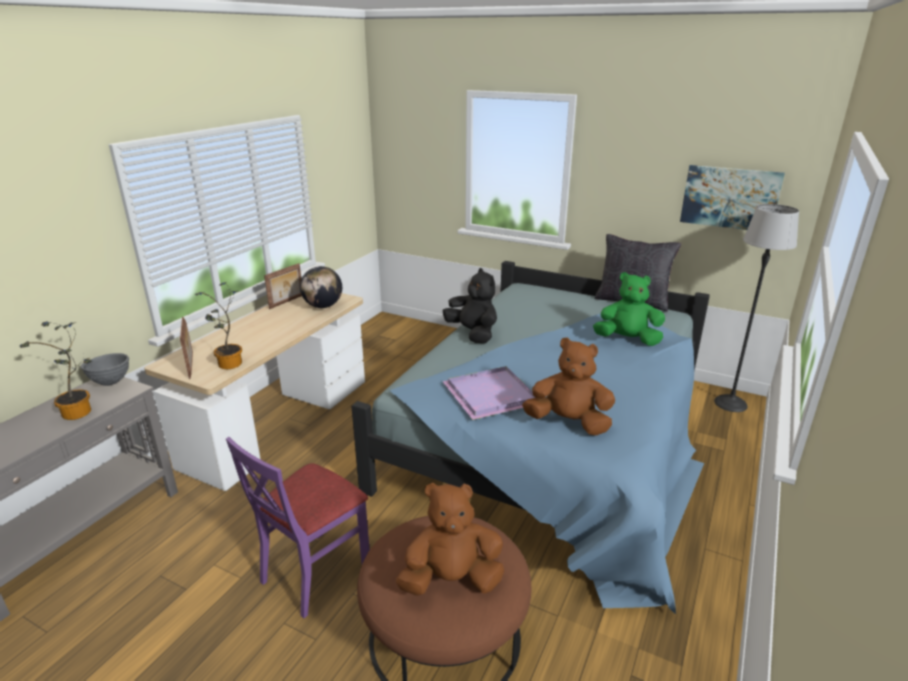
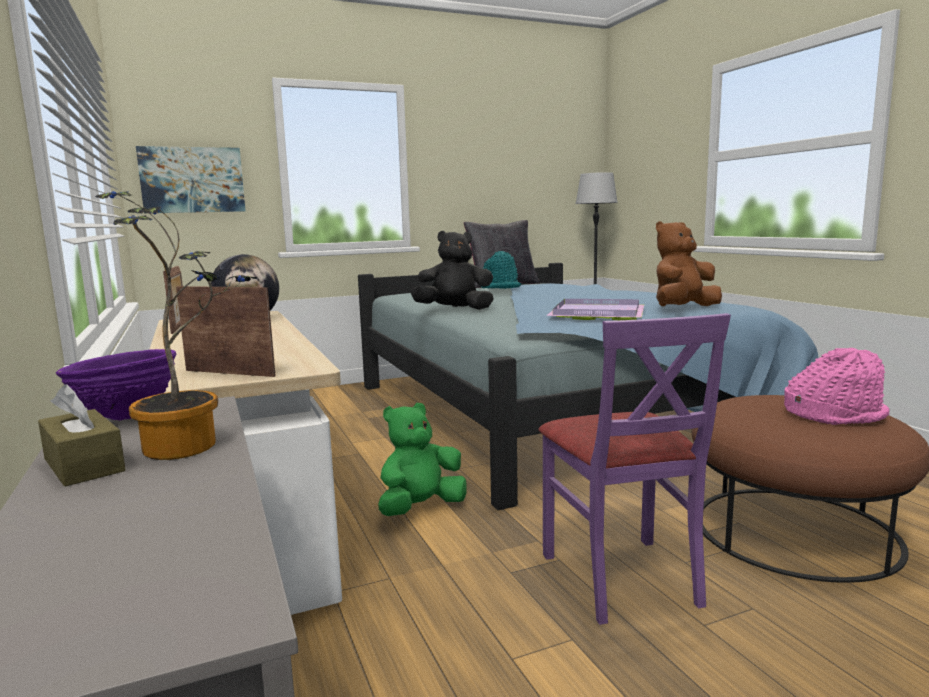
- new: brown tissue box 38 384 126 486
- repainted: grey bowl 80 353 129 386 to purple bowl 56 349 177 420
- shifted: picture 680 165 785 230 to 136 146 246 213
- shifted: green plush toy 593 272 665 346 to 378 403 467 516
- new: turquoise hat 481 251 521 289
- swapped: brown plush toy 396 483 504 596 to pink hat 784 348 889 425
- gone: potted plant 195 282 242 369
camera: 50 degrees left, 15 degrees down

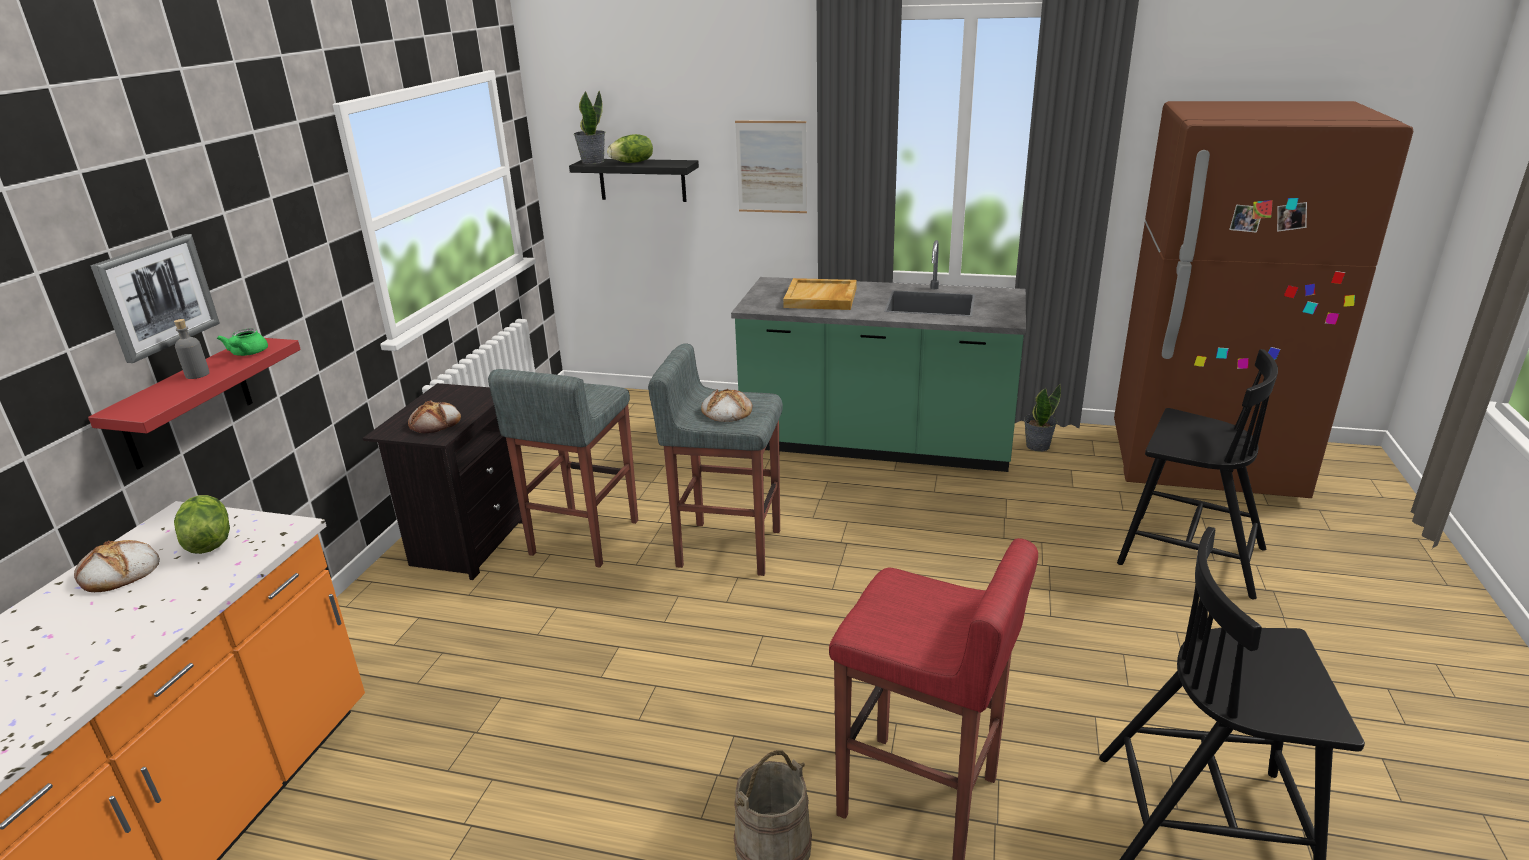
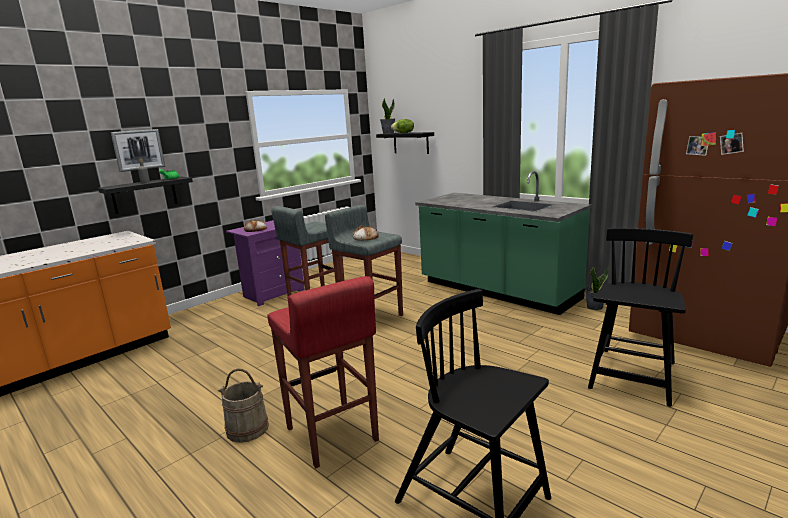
- repainted: red shelf 88 338 301 469 to black shelf 98 177 193 214
- repainted: black nightstand 363 383 523 580 to purple nightstand 226 220 305 306
- rotated: black chair 1117 349 1278 600 = 588 228 693 407 120 degrees counterclockwise
- gone: bread 74 540 160 592
- gone: lettuce 174 495 230 554
- gone: picture 735 121 807 213
- gone: beige tray 783 278 857 310
camera: 30 degrees right, 10 degrees down

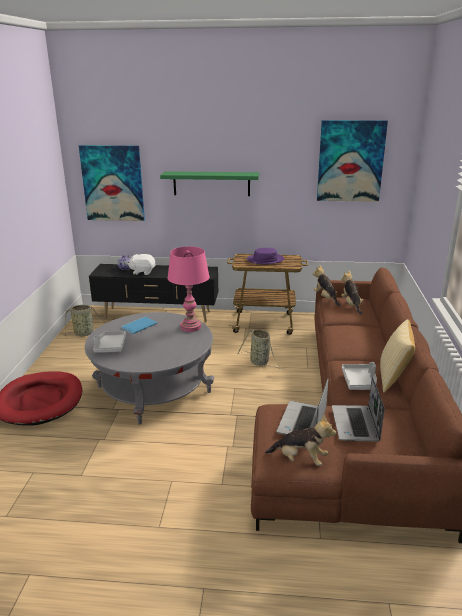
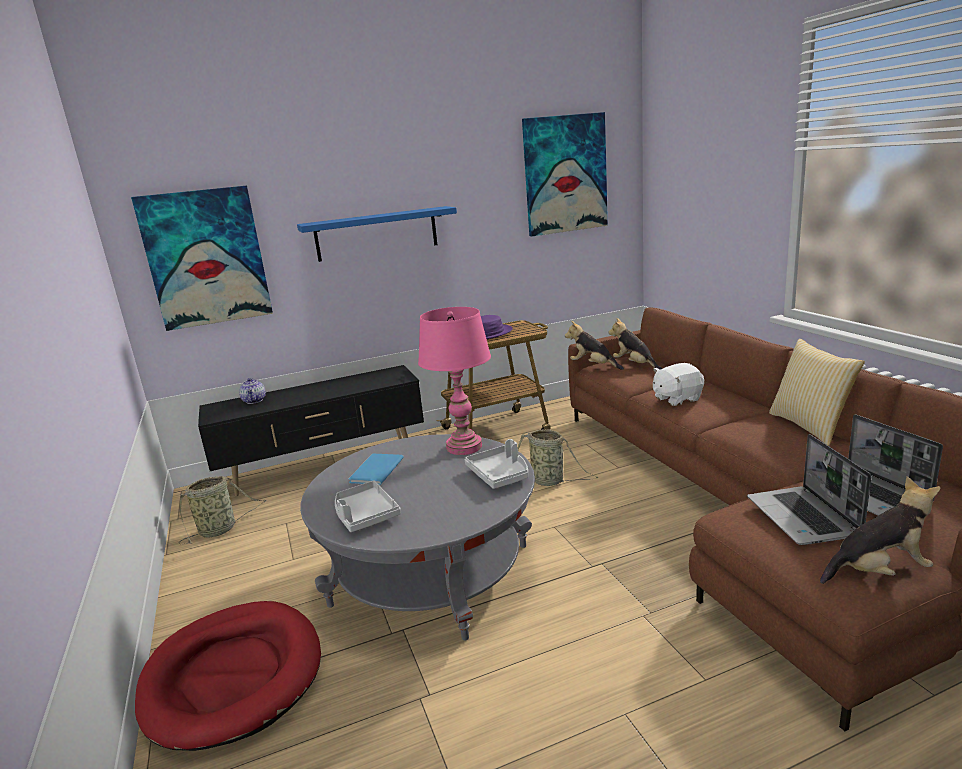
- repainted: green shelf 160 171 259 196 to blue shelf 297 206 457 262
- shifted: grey tray 342 362 377 390 to 465 439 529 489
- shifted: white plush toy 128 254 156 275 to 653 363 704 406
camera: 25 degrees left, 5 degrees down

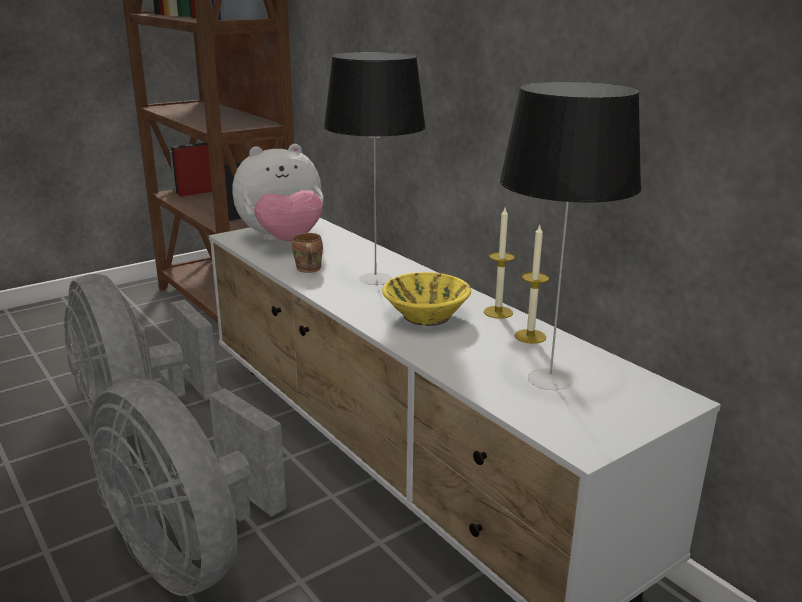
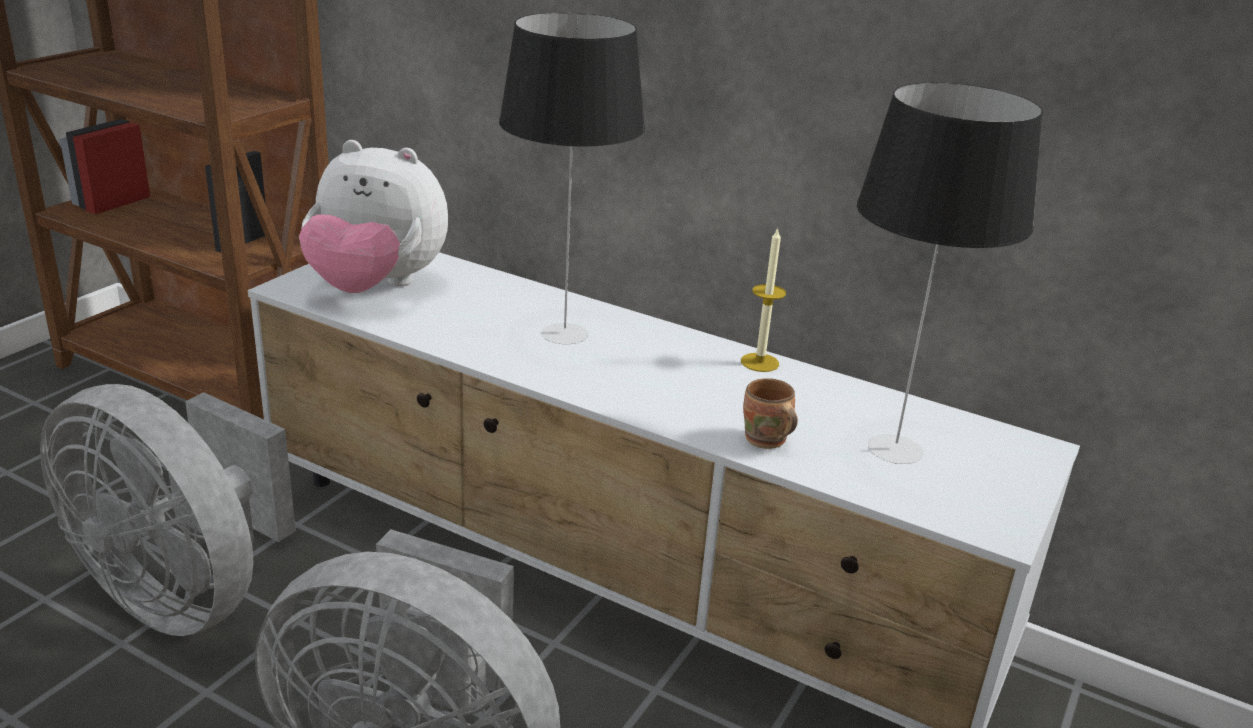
- rotated: plush toy 232 144 324 242 = 299 140 448 293 60 degrees clockwise
- shifted: brown mug 292 233 323 273 to 743 378 798 449
- gone: yellow bowl 382 272 471 326
- gone: candle 515 225 549 344
camera: 25 degrees left, 5 degrees up

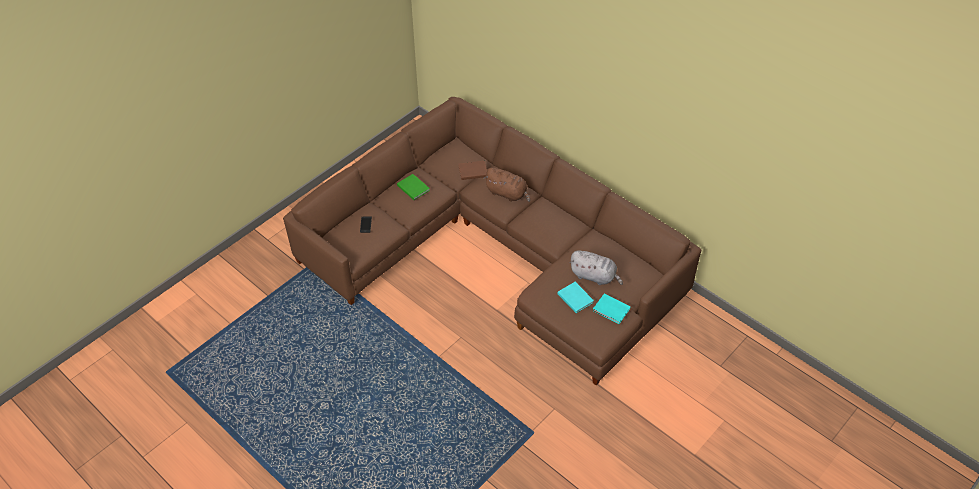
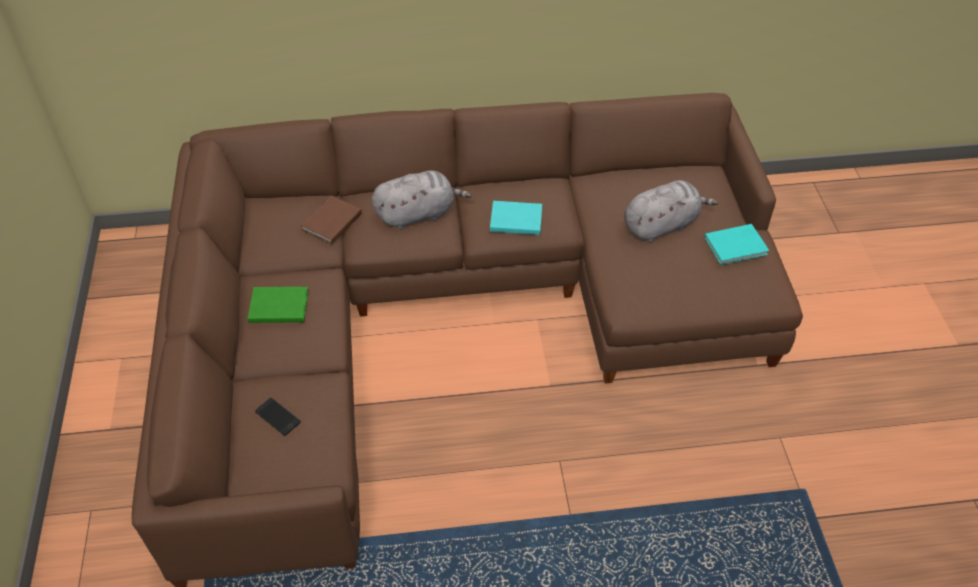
- repainted: brown plush toy 484 168 530 202 to grey plush toy 372 170 472 229
- shifted: turquoise book 557 282 594 313 to 490 201 542 235
camera: 50 degrees left, 0 degrees up

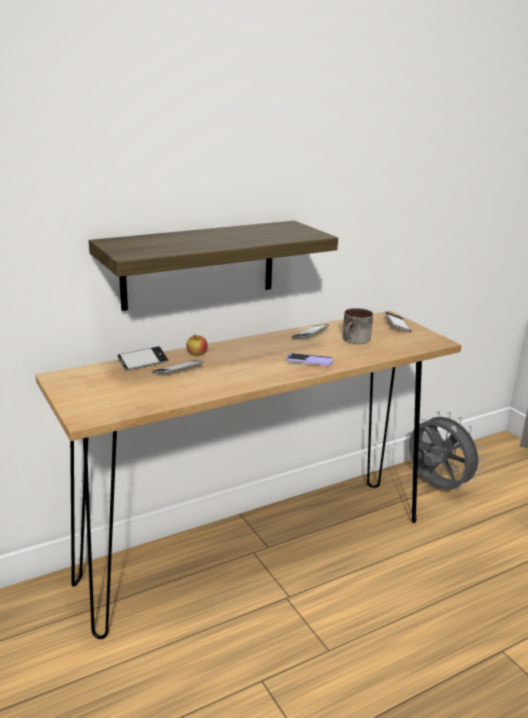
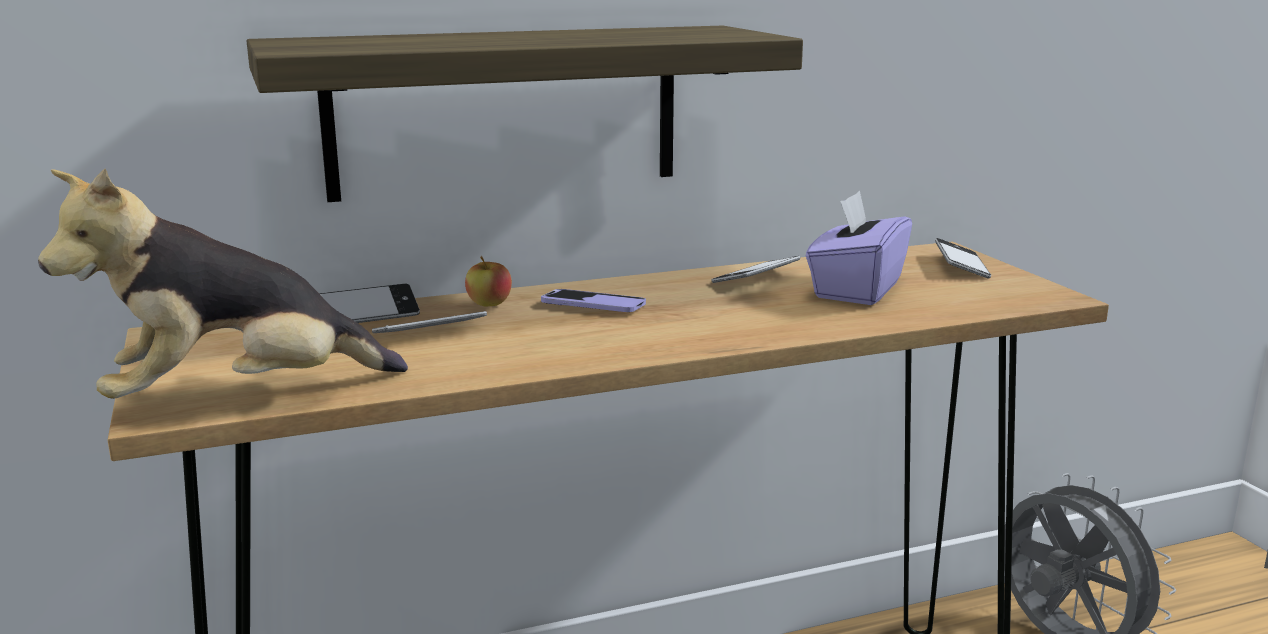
- new: plush toy 38 168 408 399
- shifted: phone 286 353 333 366 to 541 289 646 312
- swapped: mug 342 308 373 344 to purple tissue box 806 190 912 305
camera: 10 degrees right, 5 degrees down

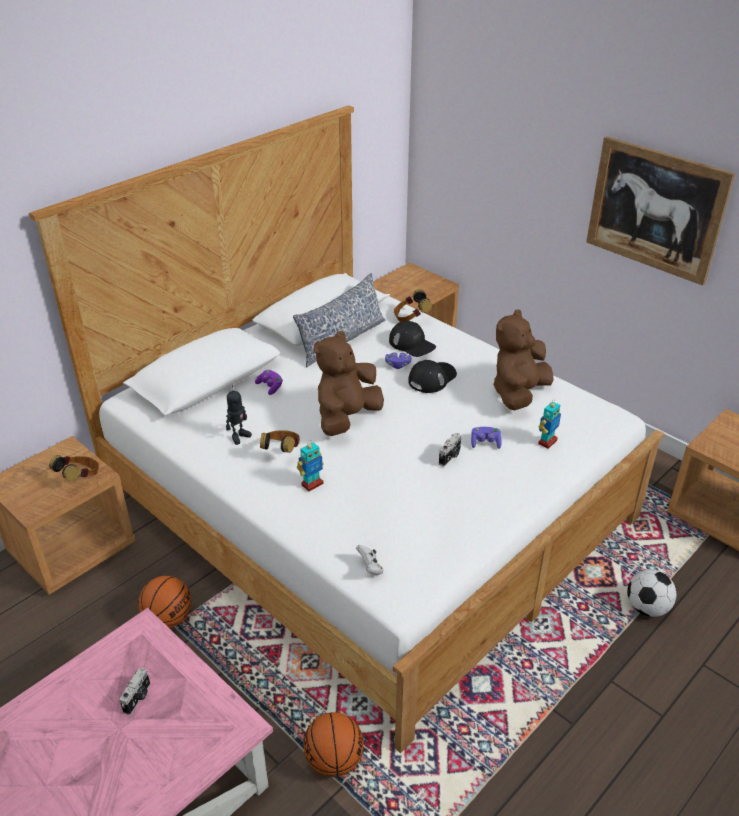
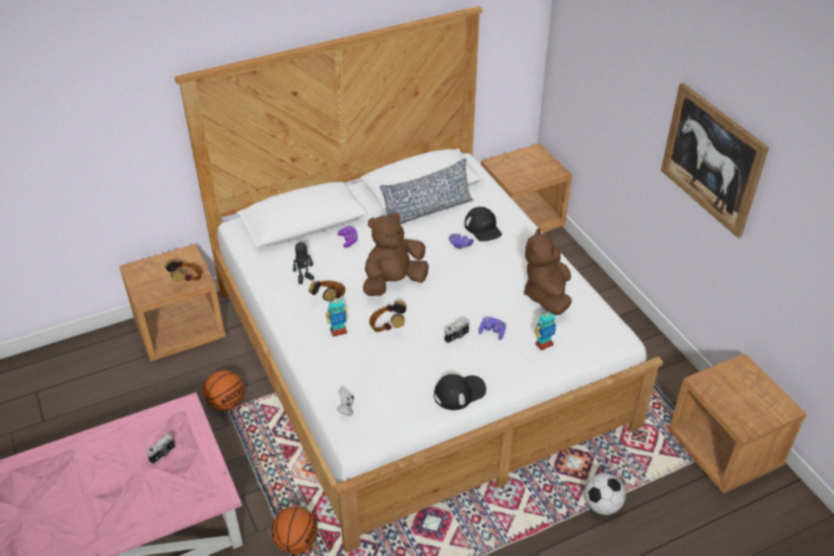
- shifted: headphones 394 289 432 322 to 369 301 407 332
- shifted: black cap 408 360 457 393 to 434 374 486 410
- rotated: brown plush toy 493 309 554 410 = 524 228 572 315 45 degrees counterclockwise
camera: 20 degrees right, 5 degrees up

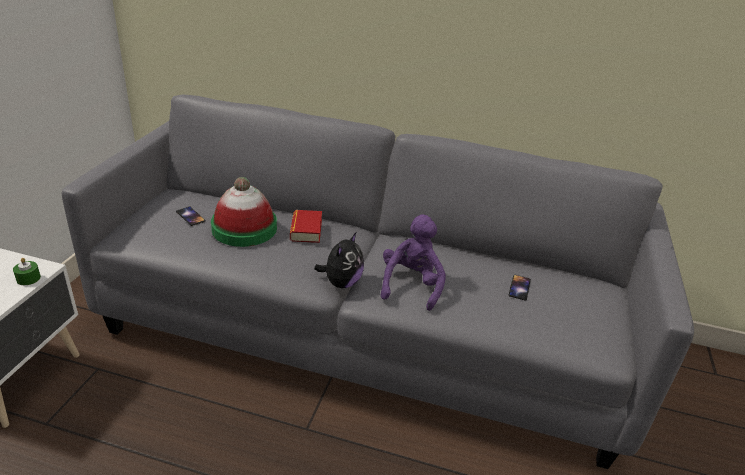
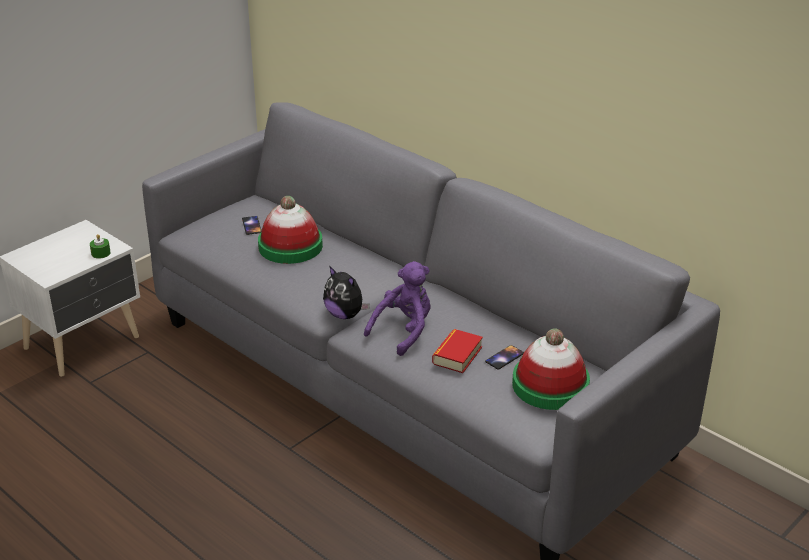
- rotated: plush toy 314 233 364 288 = 323 267 370 319 75 degrees clockwise
- shifted: book 290 210 322 243 to 432 329 483 373
- new: hat 512 328 590 410
camera: 30 degrees right, 0 degrees up

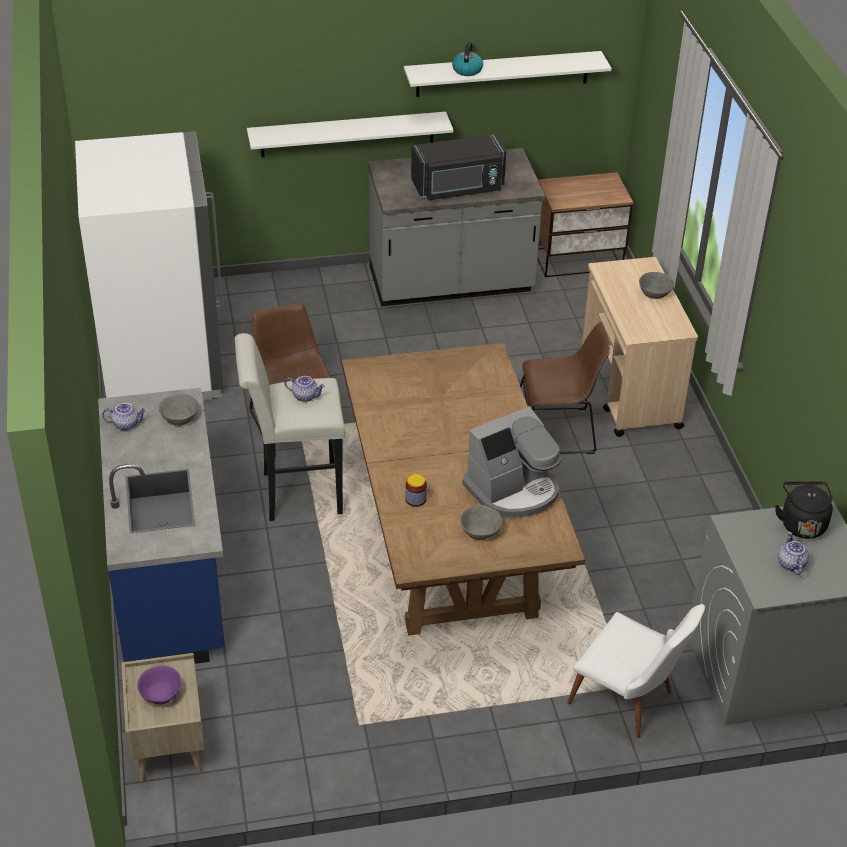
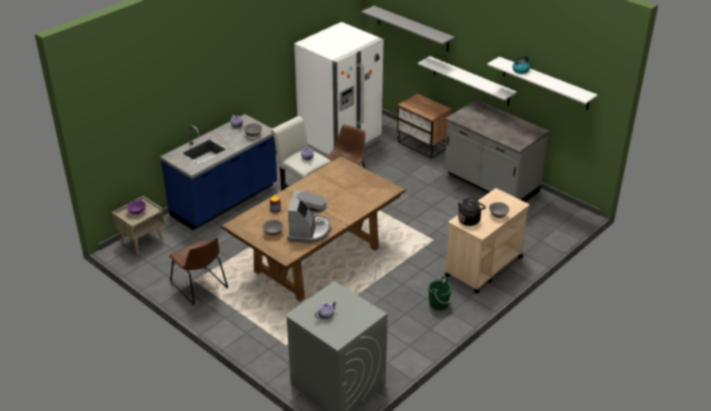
- shifted: brown chair 520 322 610 454 to 169 237 228 305
- rotated: coffee machine 462 406 561 518 = 287 189 331 244 105 degrees counterclockwise
- new: grey shelf 361 6 455 52
- shifted: nightstand 537 172 633 277 to 397 94 452 158
- new: green bucket 428 276 452 310
- shifted: black kettle 775 481 833 539 to 458 198 486 226
- gone: black microwave 411 134 506 200
- gone: white chair 567 604 705 738
camera: 55 degrees right, 5 degrees down

